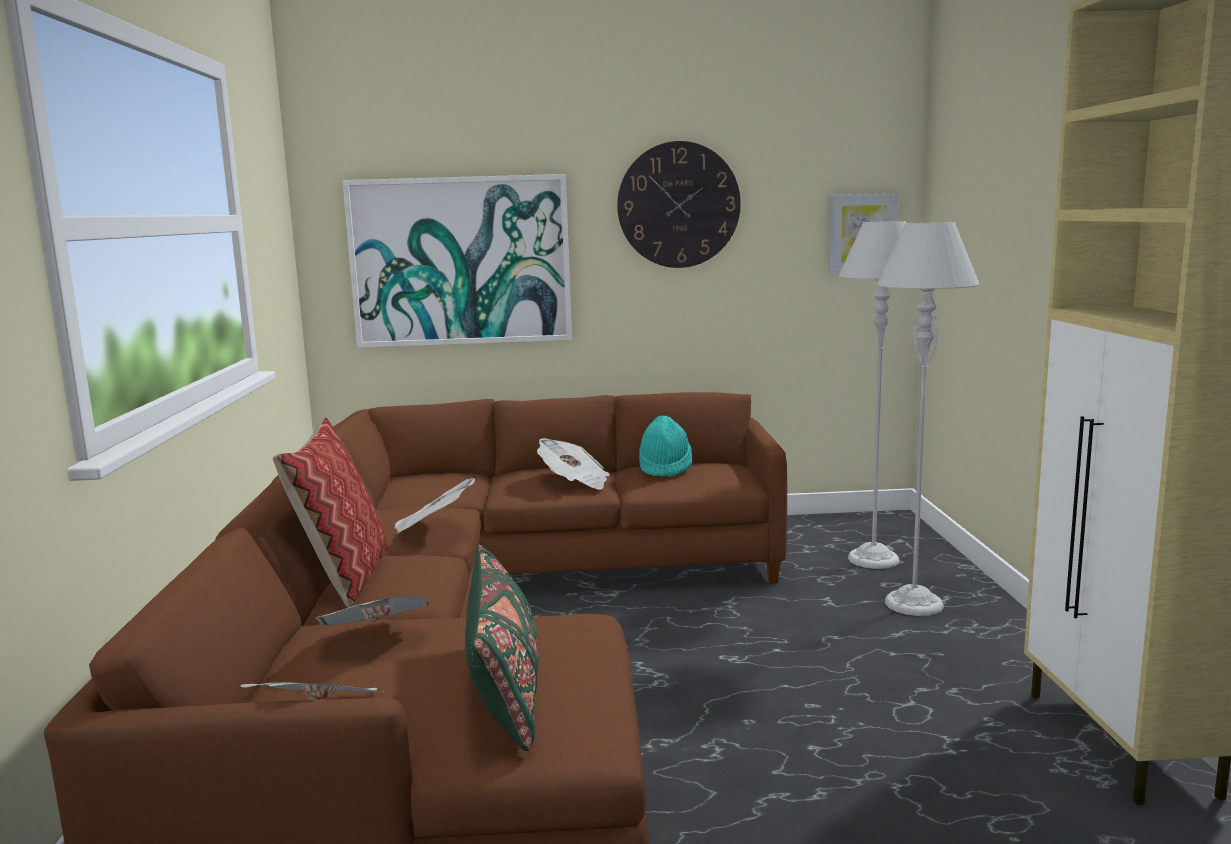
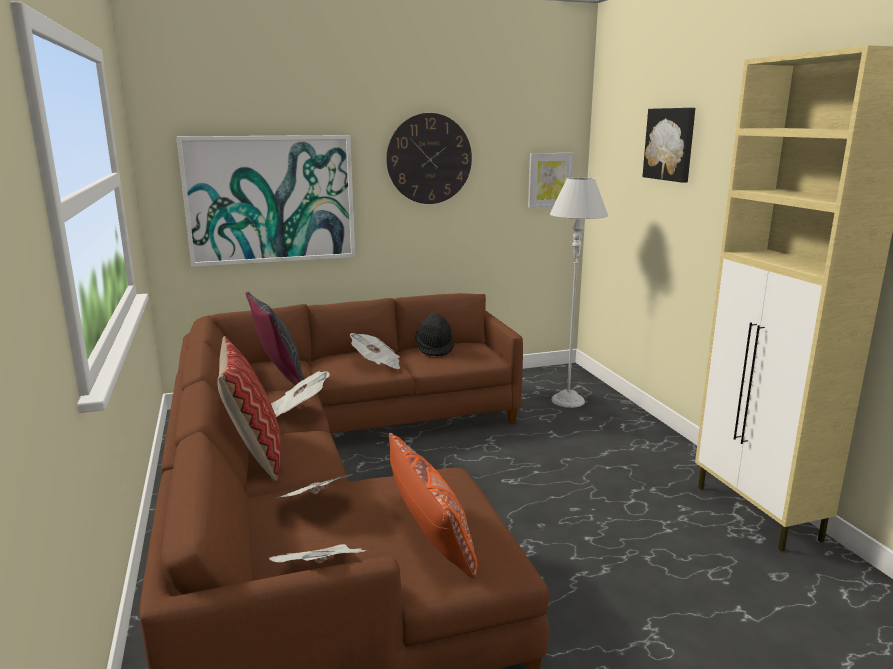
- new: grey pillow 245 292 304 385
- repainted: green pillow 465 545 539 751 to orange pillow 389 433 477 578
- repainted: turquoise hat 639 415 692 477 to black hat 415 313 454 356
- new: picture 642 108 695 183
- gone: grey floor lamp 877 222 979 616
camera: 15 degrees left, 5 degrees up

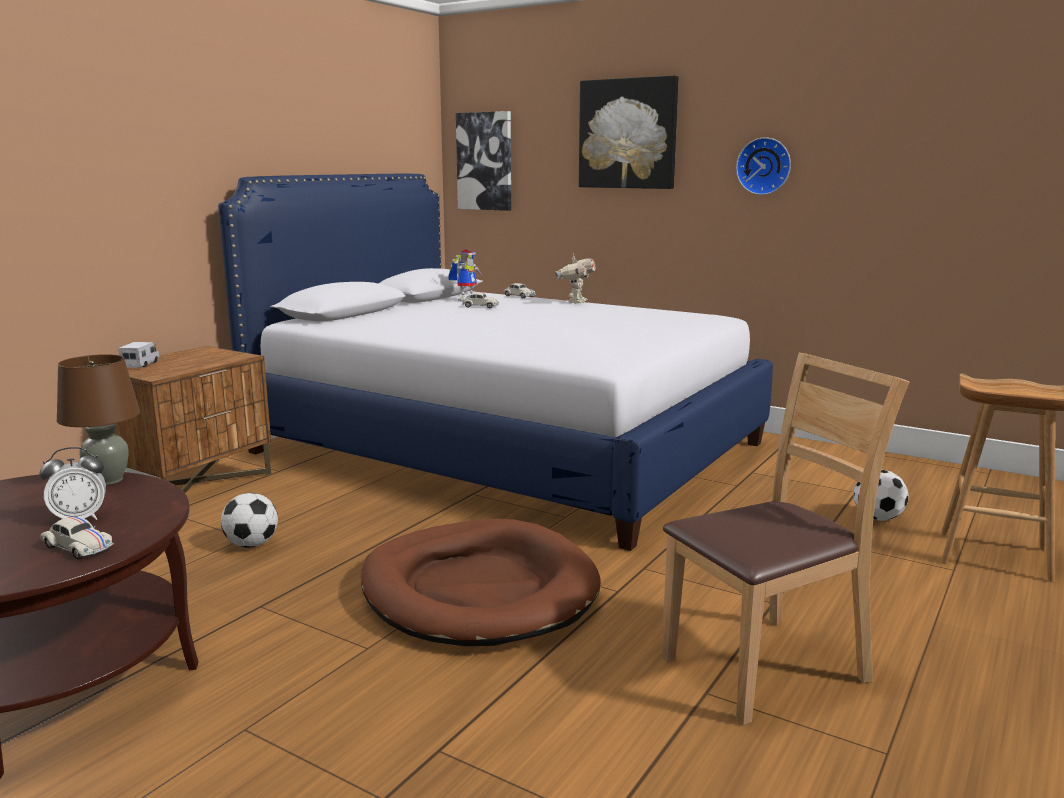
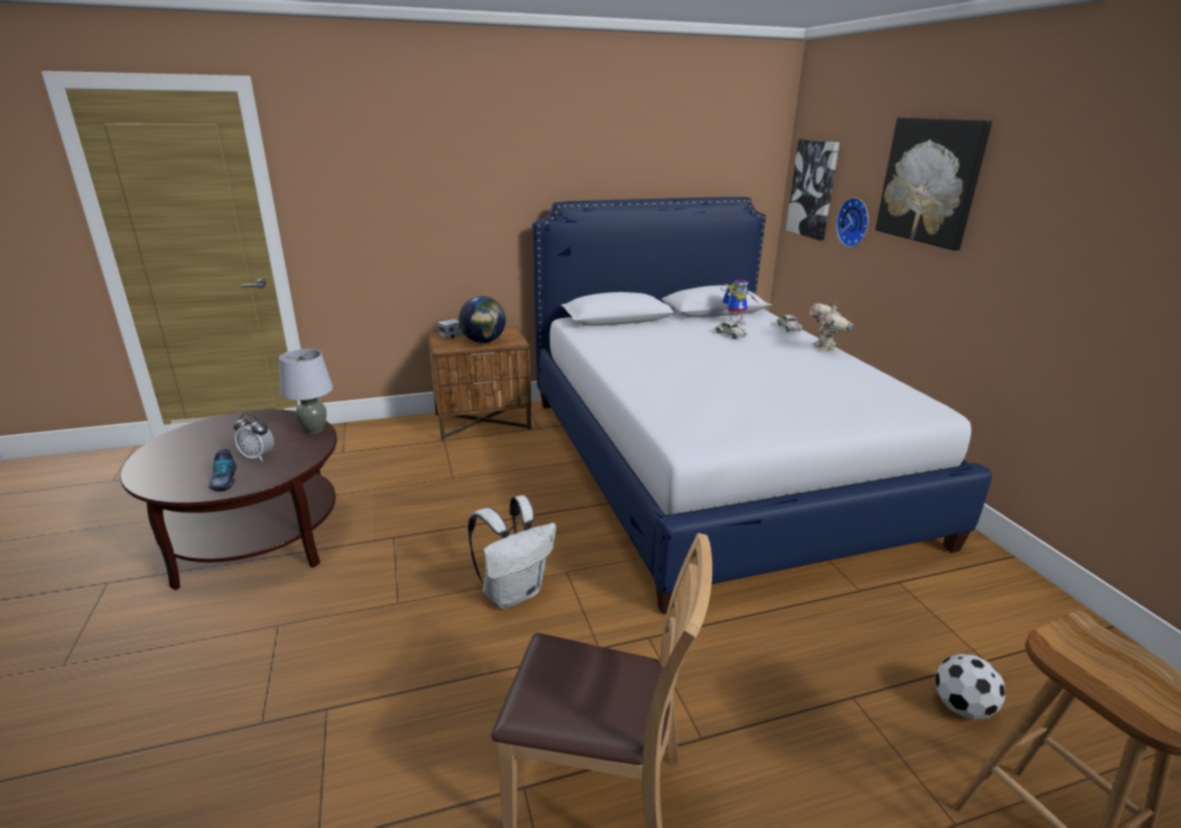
- swapped: white toy car 40 517 114 560 to shoe 209 448 237 492
- repainted: brown table lamp 57 354 140 485 to grey table lamp 279 349 333 434
- new: globe 459 296 506 343
- swapped: brown dog bed 361 519 601 646 to white backpack 468 495 556 608
- rotated: toy robot 555 253 595 304 = 809 301 854 352 120 degrees clockwise
- shifted: wall clock 736 137 791 195 to 836 197 869 247
- gone: football 221 493 278 548
camera: 40 degrees right, 10 degrees up

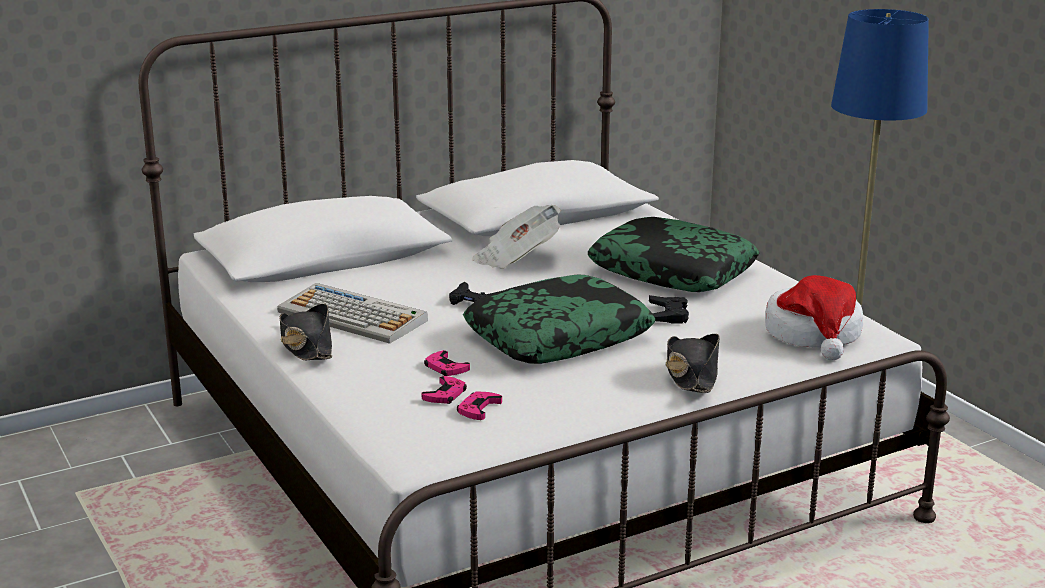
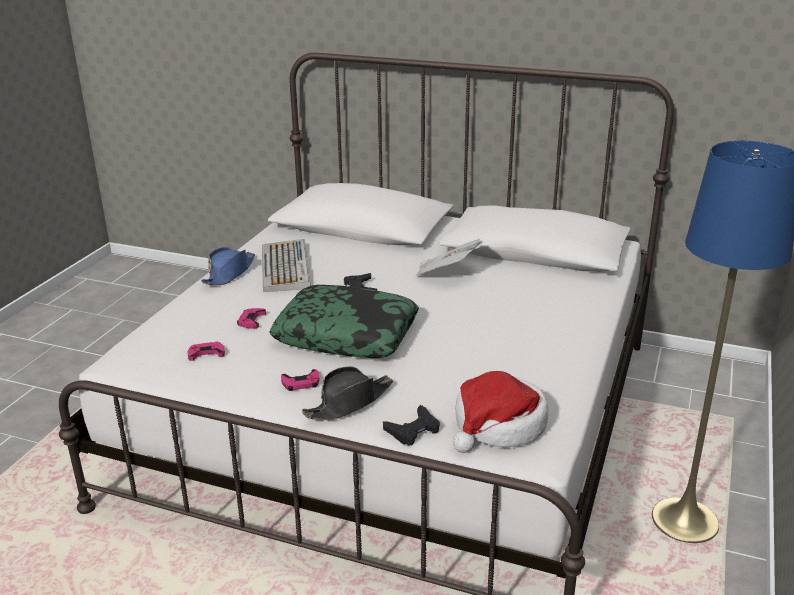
- repainted: black hat 280 304 332 360 to blue hat 201 247 255 285
- shifted: pink game controller 421 376 467 404 to 281 369 319 391
- shifted: black game controller 649 295 689 324 to 383 405 440 446
- gone: pillow 588 217 760 292
camera: 50 degrees right, 5 degrees up

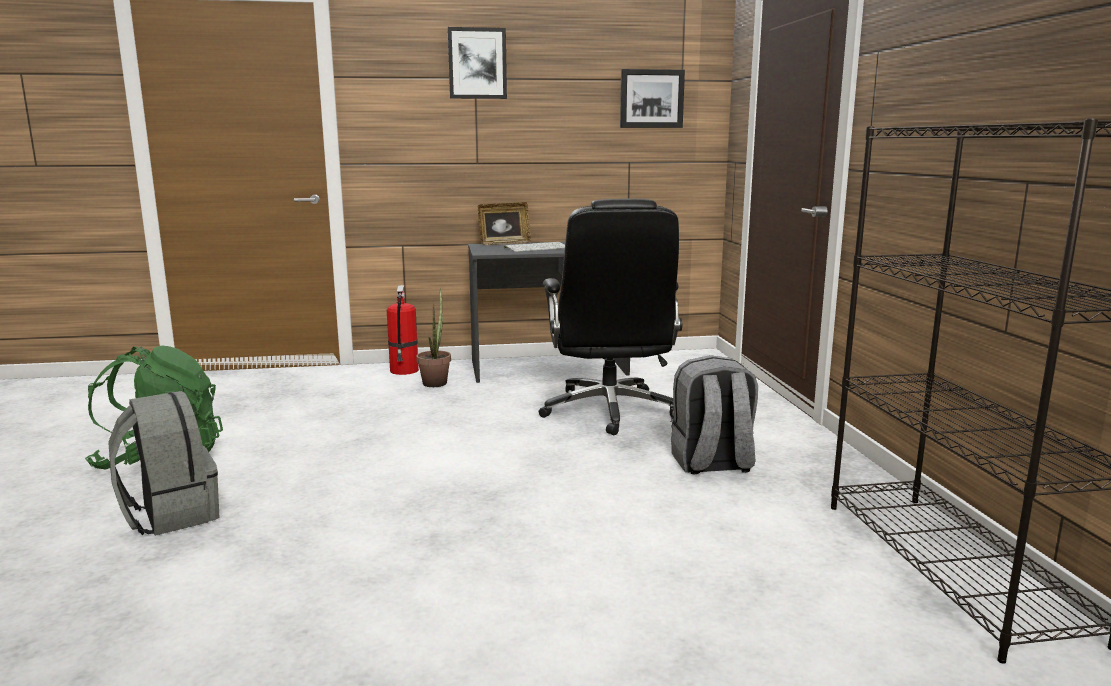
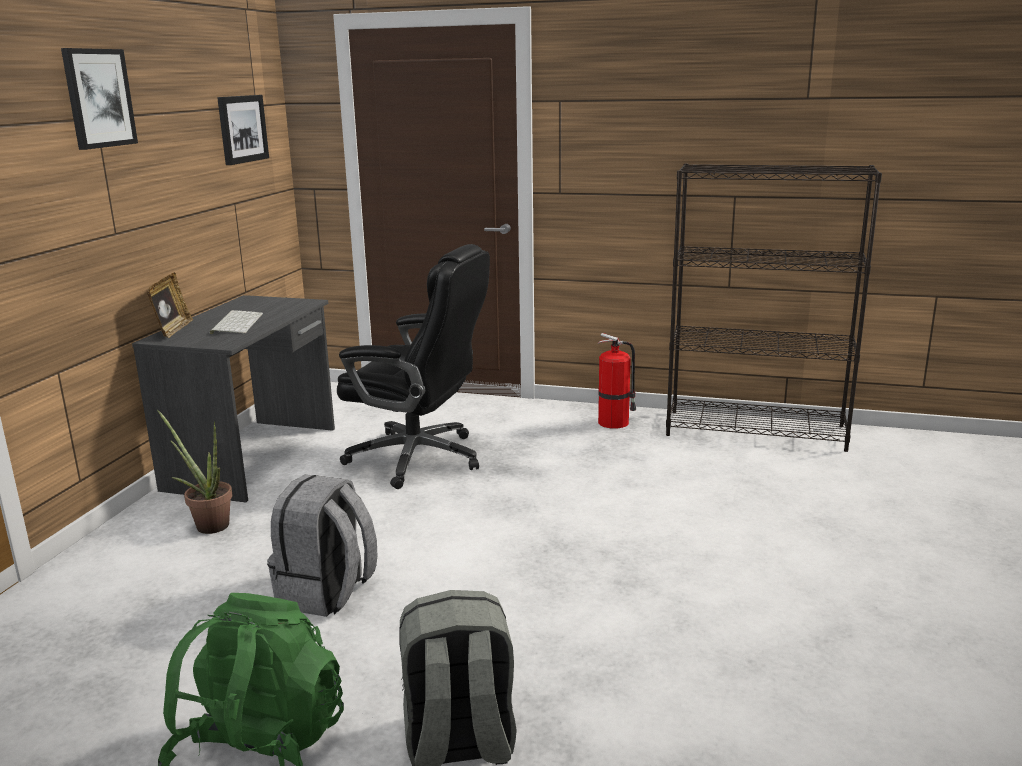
- shifted: grey backpack 671 355 758 475 to 267 474 377 617
- shifted: fire extinguisher 387 285 419 375 to 597 333 636 429
camera: 65 degrees left, 5 degrees up

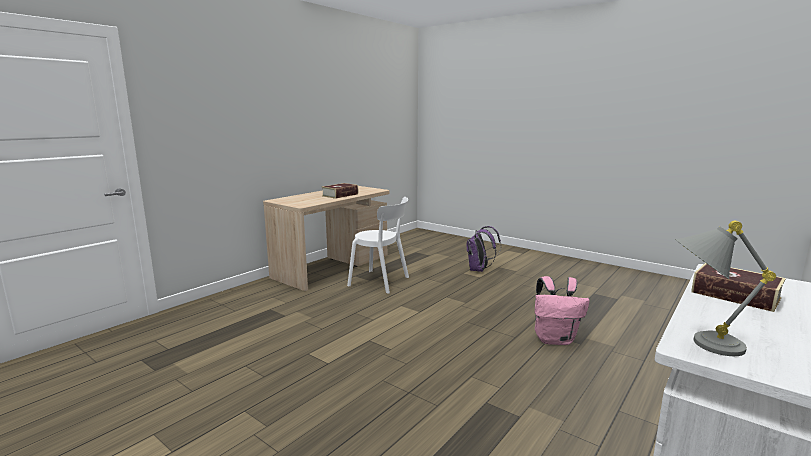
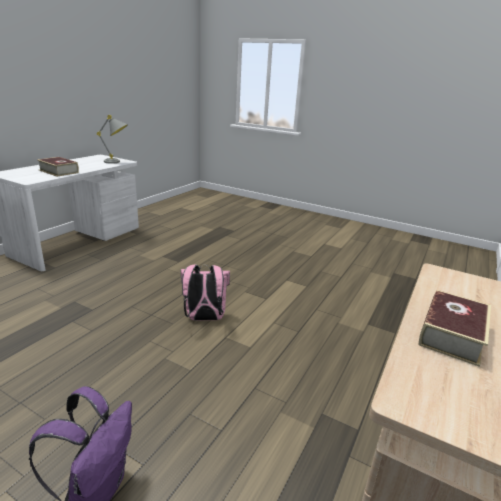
- shifted: pink backpack 535 276 590 345 to 181 264 230 321
- gone: white chair 347 197 409 294
camera: 170 degrees right, 10 degrees up

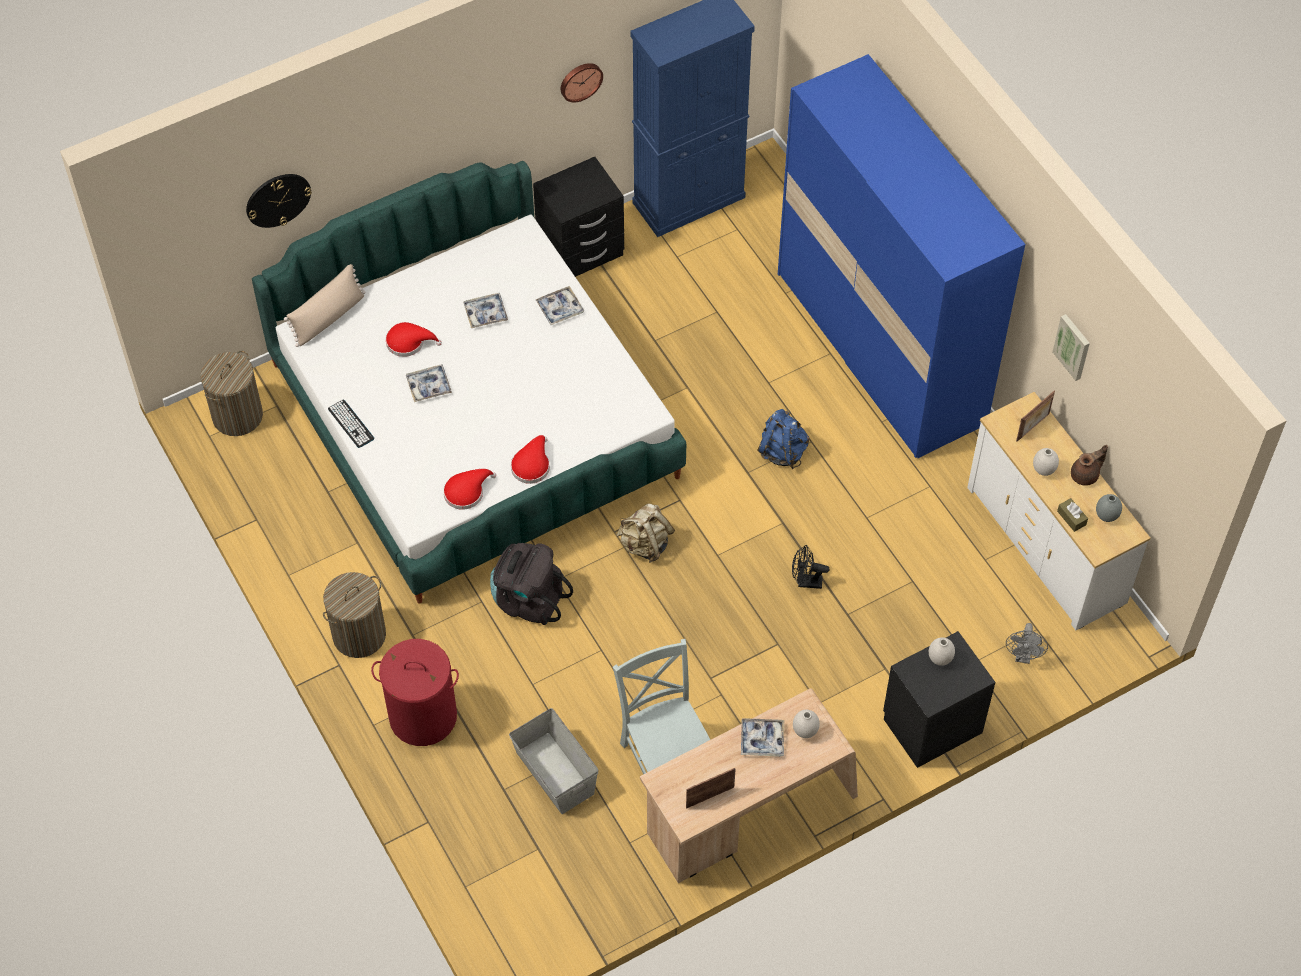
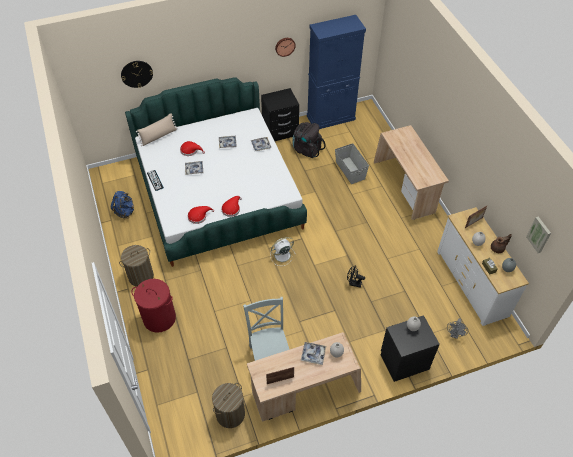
- shifted: blue backpack 757 409 809 469 to 111 191 134 219
- shifted: laundry basket 200 351 263 436 to 212 383 245 428
- swapped: beige backpack 617 503 675 562 to white fan 270 237 296 266
- shifted: black backpack 490 543 573 625 to 292 122 325 158
- shifted: grey storage box 509 708 598 814 to 335 143 369 184
- swapped: blue wardrobe 778 54 1025 458 to beige desk 374 125 449 220
- shifted: picture 1052 314 1090 381 to 526 216 551 253
camera: 10 degrees right, 5 degrees down

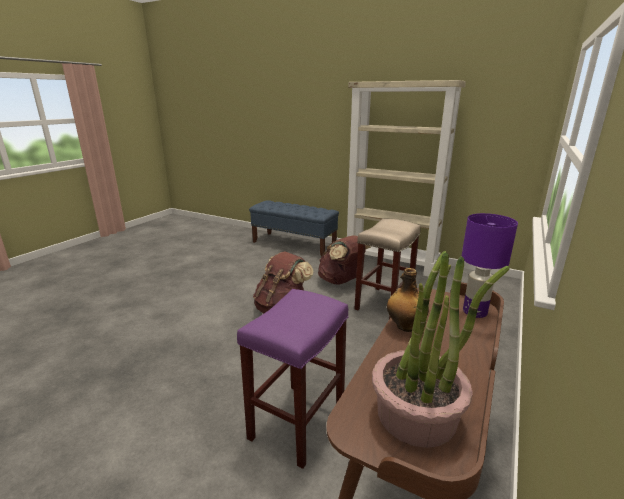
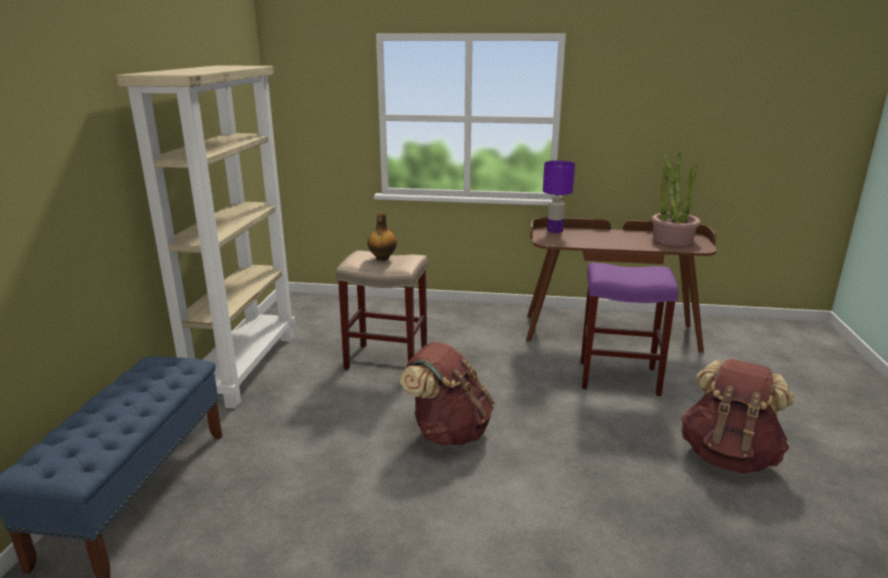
- shifted: bottle 387 268 429 332 to 367 213 397 261
- shifted: brown backpack 318 235 371 285 to 681 359 794 474
camera: 110 degrees left, 0 degrees up

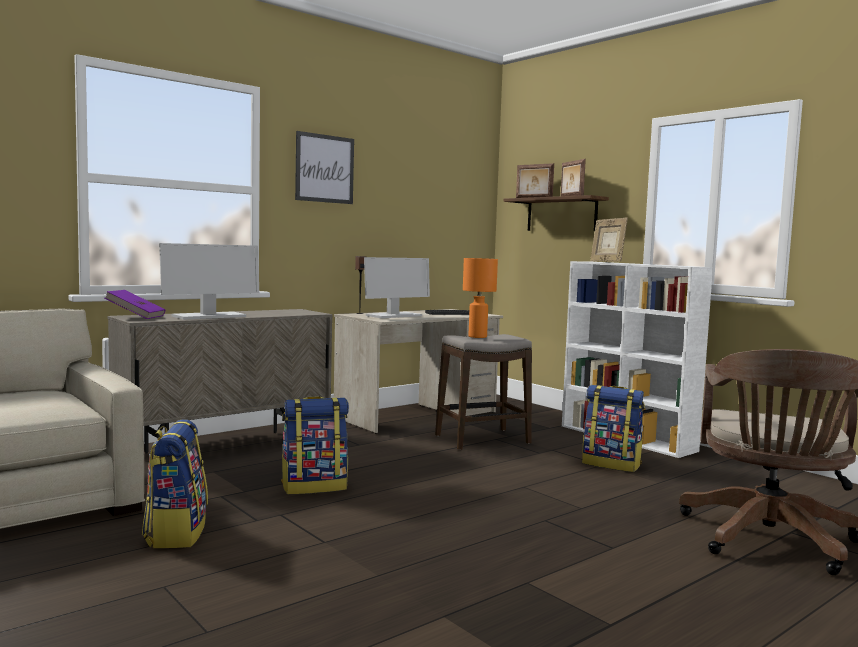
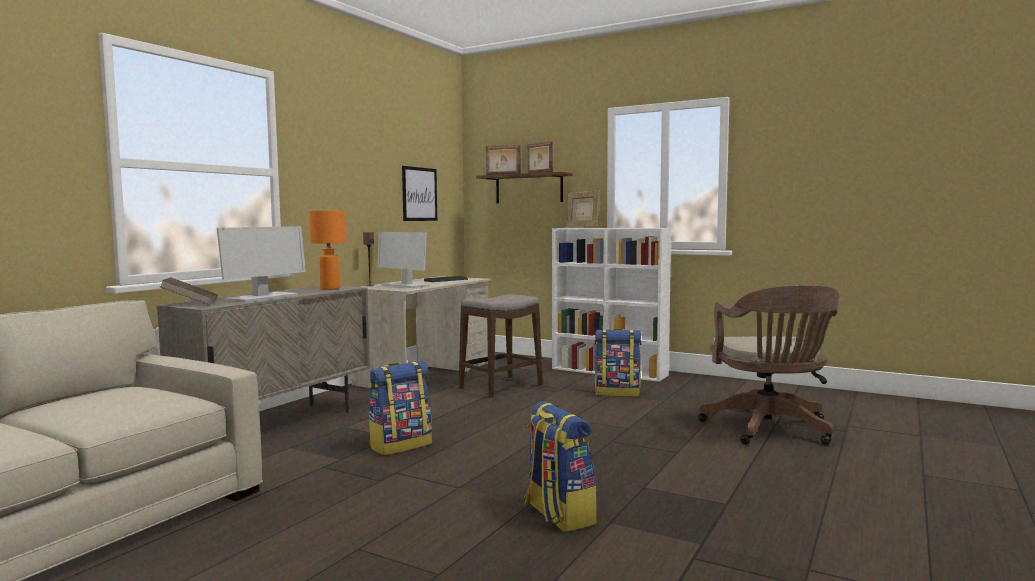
- repainted: purple book 105 290 165 319 to brown book 160 277 218 305
- shifted: orange table lamp 463 258 498 338 to 309 211 346 290
- rotated: monitor 364 257 430 318 = 377 232 430 288 105 degrees clockwise
- shifted: picture 295 131 354 204 to 402 166 437 221
- shifted: backpack 142 419 208 548 to 524 401 597 532
camera: 20 degrees left, 0 degrees up

